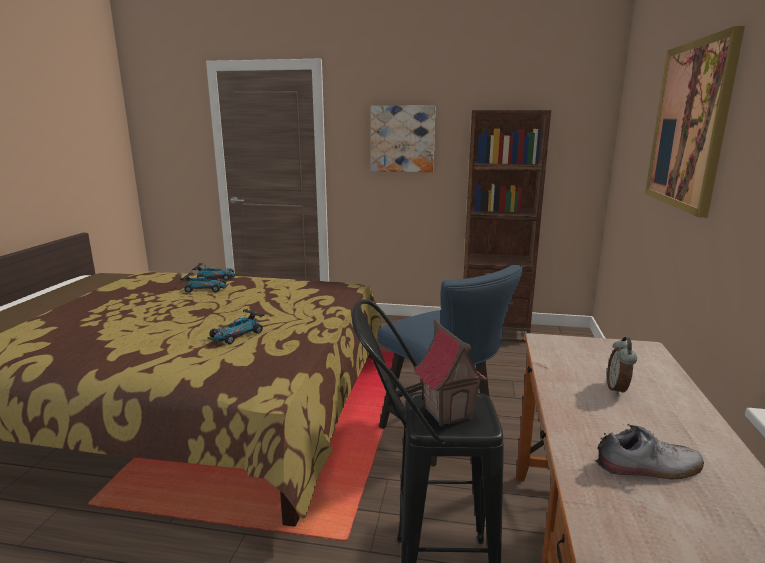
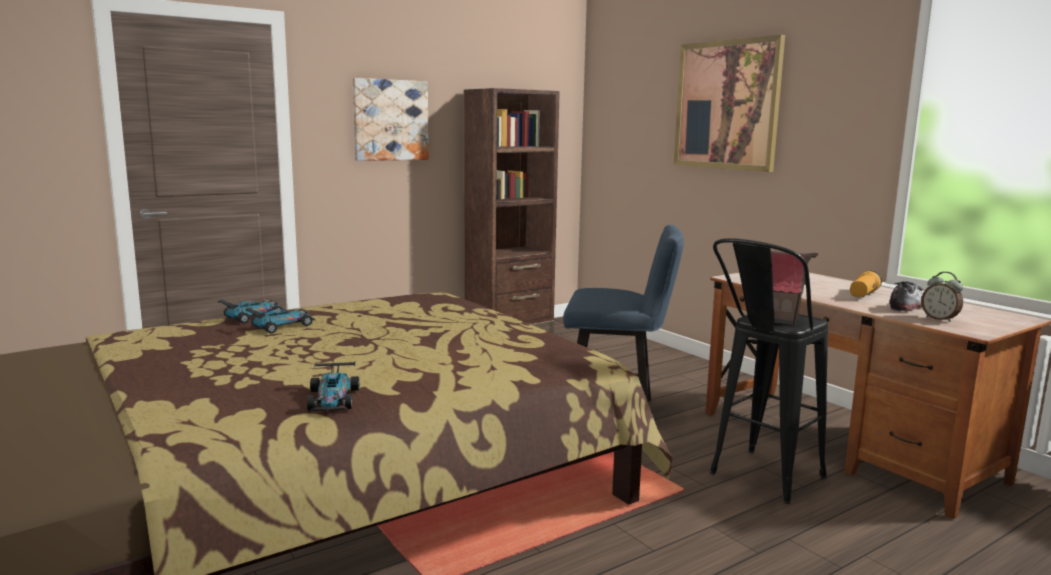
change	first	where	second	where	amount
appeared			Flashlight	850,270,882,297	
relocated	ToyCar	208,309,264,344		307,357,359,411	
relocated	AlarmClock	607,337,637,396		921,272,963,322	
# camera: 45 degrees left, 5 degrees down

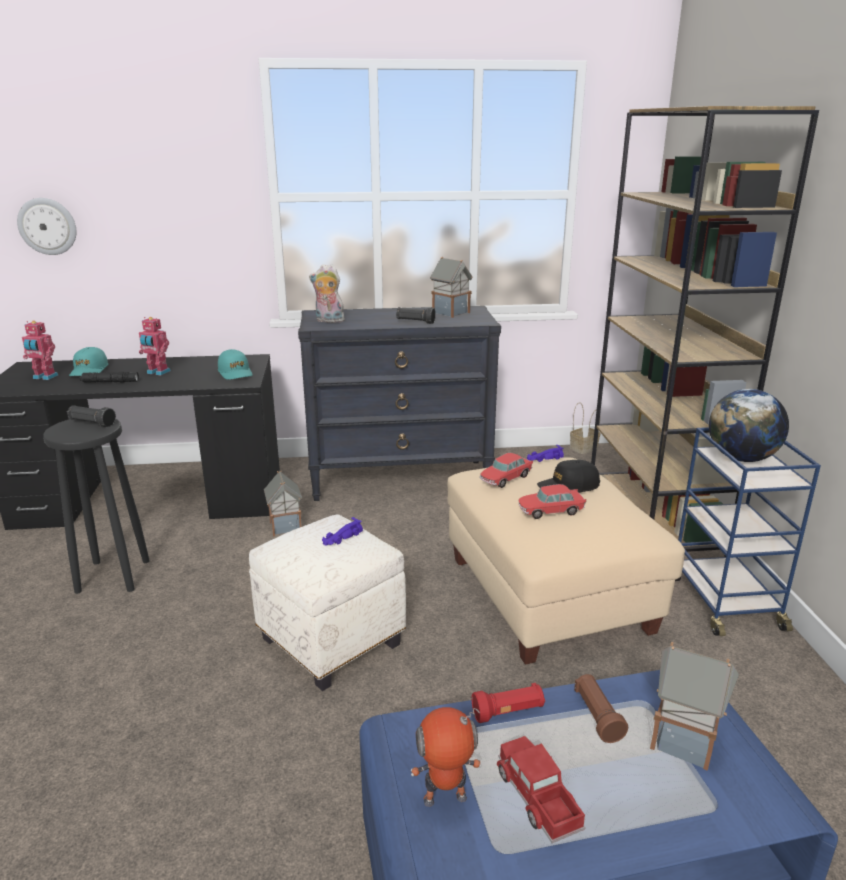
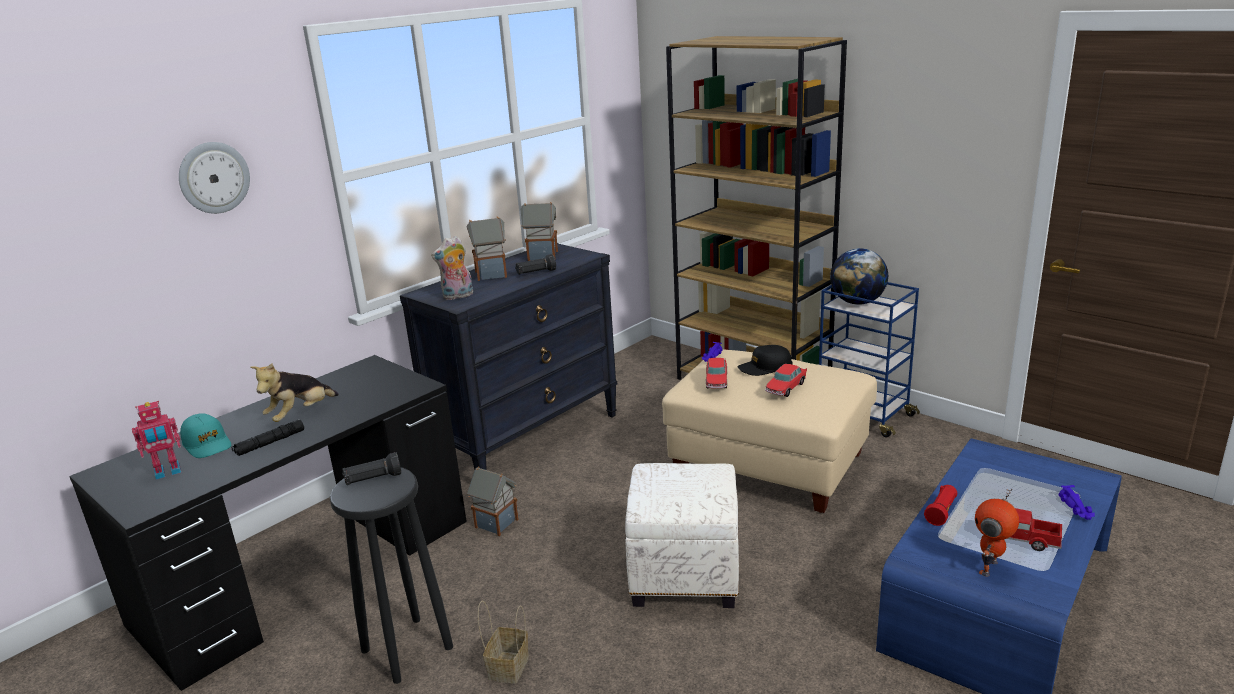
change	first	where	second	where	amount
missing	TurquoiseCap	218,349,253,380			
missing	BrownFlashlight	574,674,628,743			
relocated	WallClock	17,198,76,255		179,142,250,214	
relocated	PurpleToyCar	322,517,363,546		1058,485,1095,520	
relocated	Basket	570,402,600,454		478,600,529,684	
relocated	ToyHouse	650,642,739,771		466,216,507,281	
exchanged	ToyRobot	139,317,171,375	PlushToy	250,363,339,422	
spun	BlackCap	537,460,600,493		737,345,793,376	45 degrees clockwise
# camera: 40 degrees left, 0 degrees up

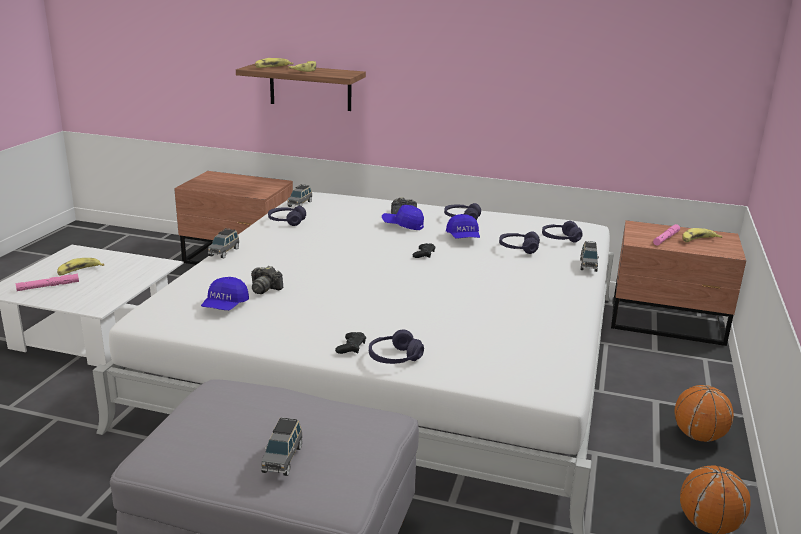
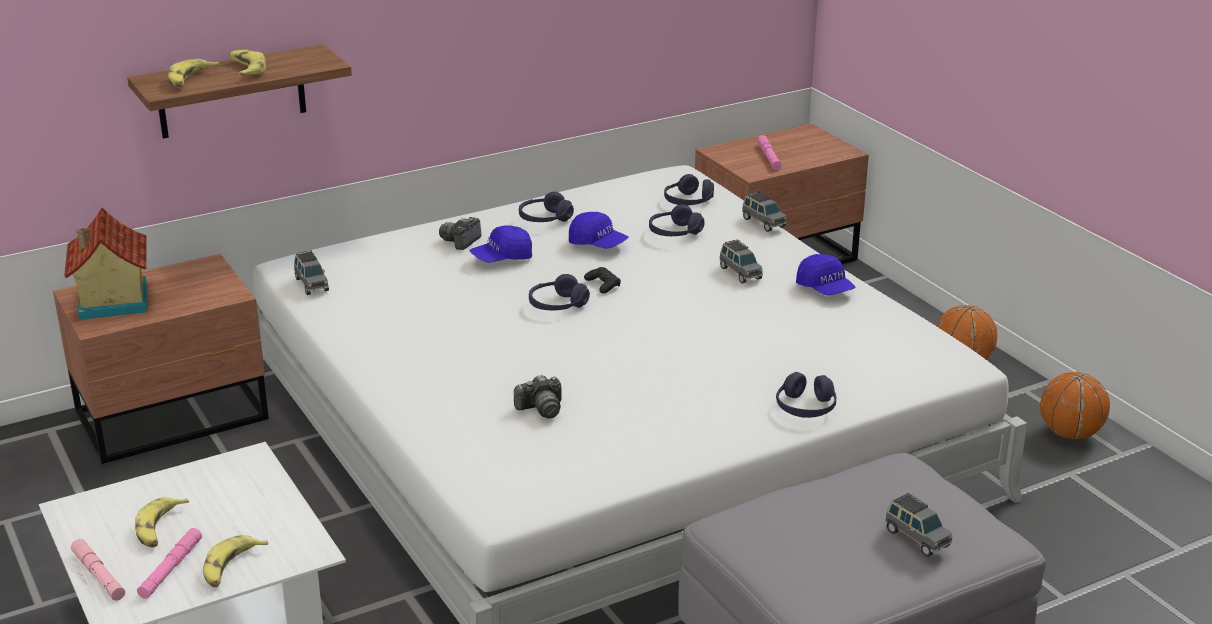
change	first	where	second	where	amount
missing	BlackGameController	335,332,366,354			
appeared			ToyHouse	64,208,147,320	
appeared			PinkFlashlight	71,539,125,601	
relocated	BlueCap	201,277,249,310		796,254,856,295	
relocated	GreyToyCar	208,228,239,258		720,239,763,283	
relocated	PurpleHeadphones	268,206,306,226		529,274,590,310	
relocated	Banana	682,228,722,242		203,535,268,587	
# camera: 45 degrees left, 5 degrees up

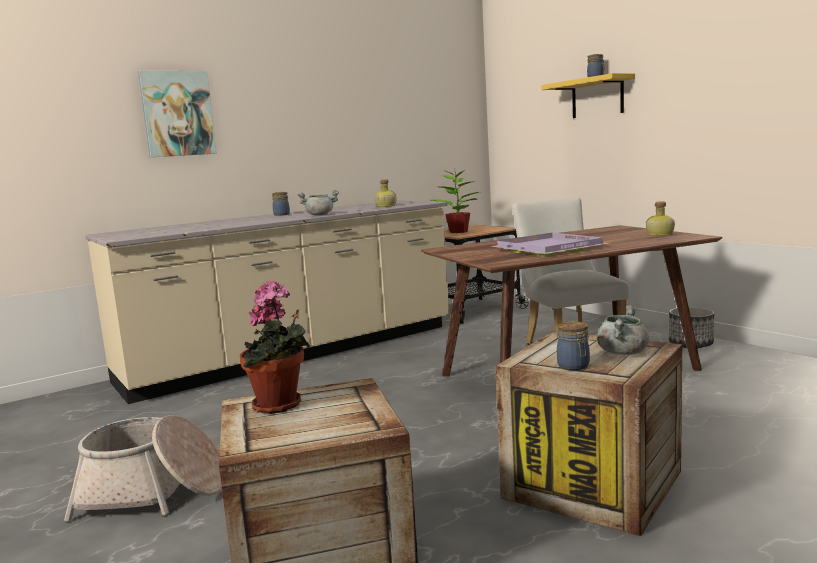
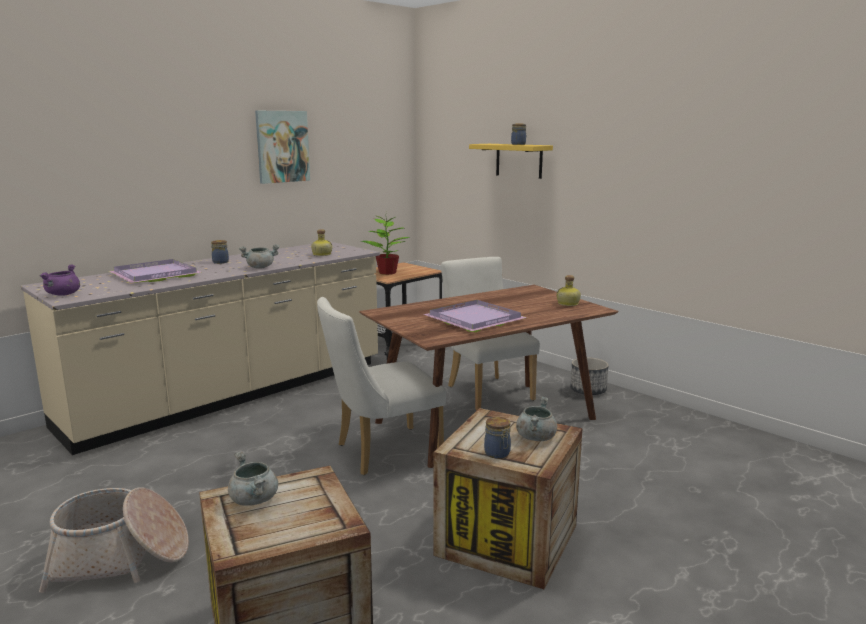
change	first	where	second	where	amount
appeared			PurpleCookingPot	39,264,80,296	
appeared			PurpleTray	109,259,202,283	
appeared			WhiteChair	317,297,446,475	
relocated	Picture	138,70,217,157		255,111,310,184	
exchanged	PottedPlant	240,280,310,414	GreyCookingPot	228,452,278,506	
# camera: 10 degrees left, 5 degrees up

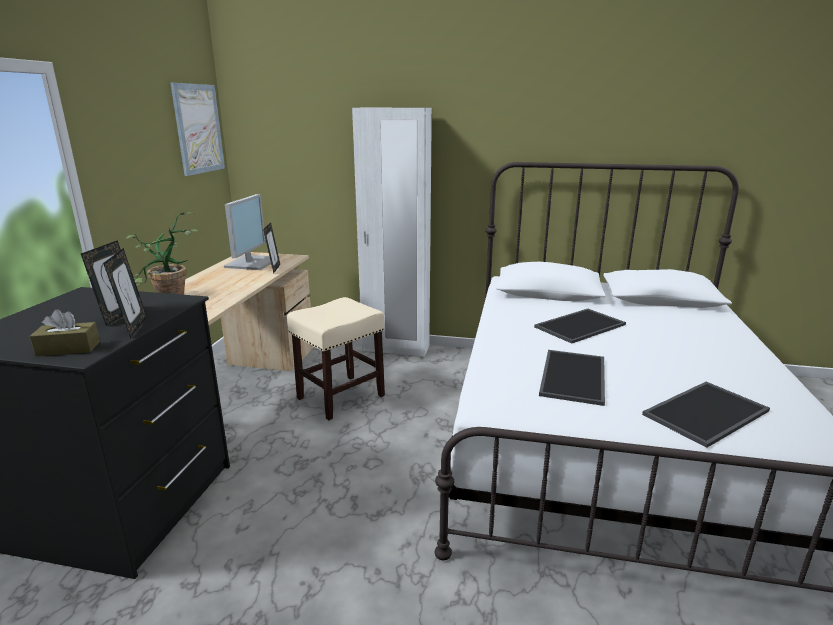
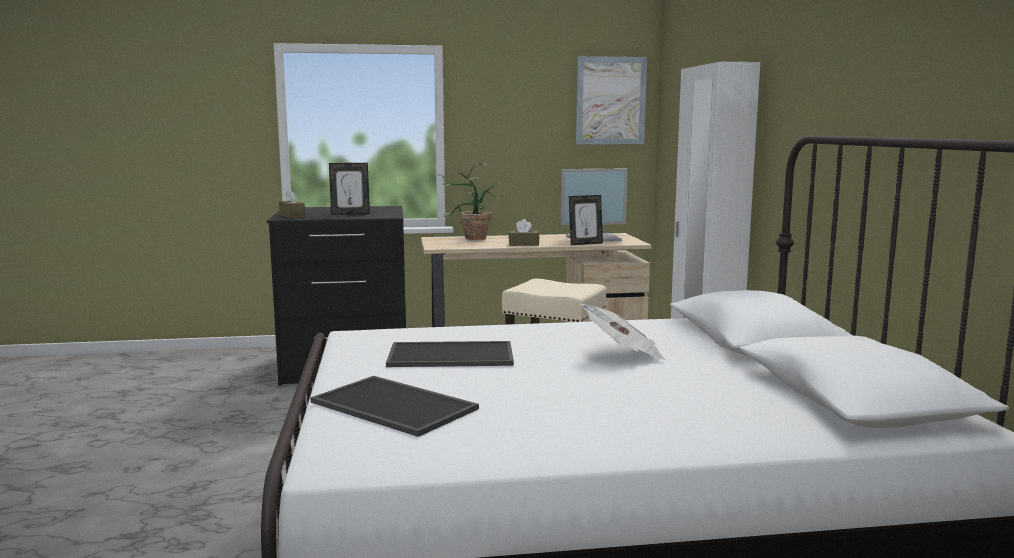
change	first	where	second	where	amount
missing	PictureFrame	103,248,147,338			
appeared			BrownTissueBox	509,219,539,246	
exchanged	Tray	534,309,626,343	Newspaper	580,304,665,360	
# camera: 70 degrees right, 10 degrees down

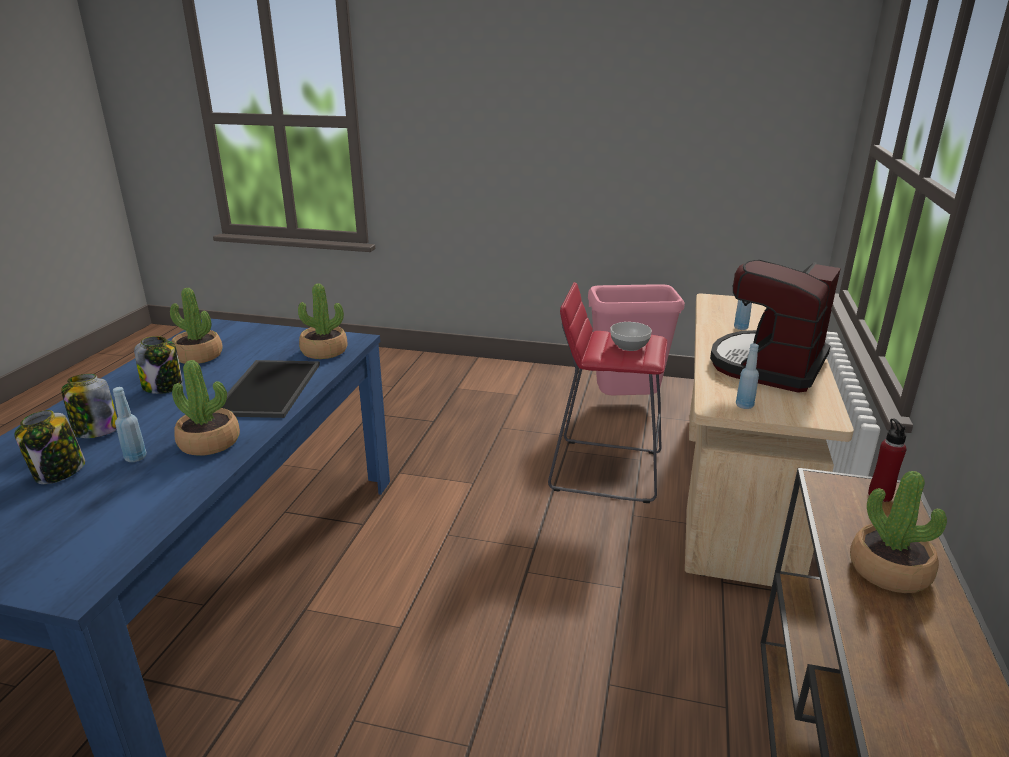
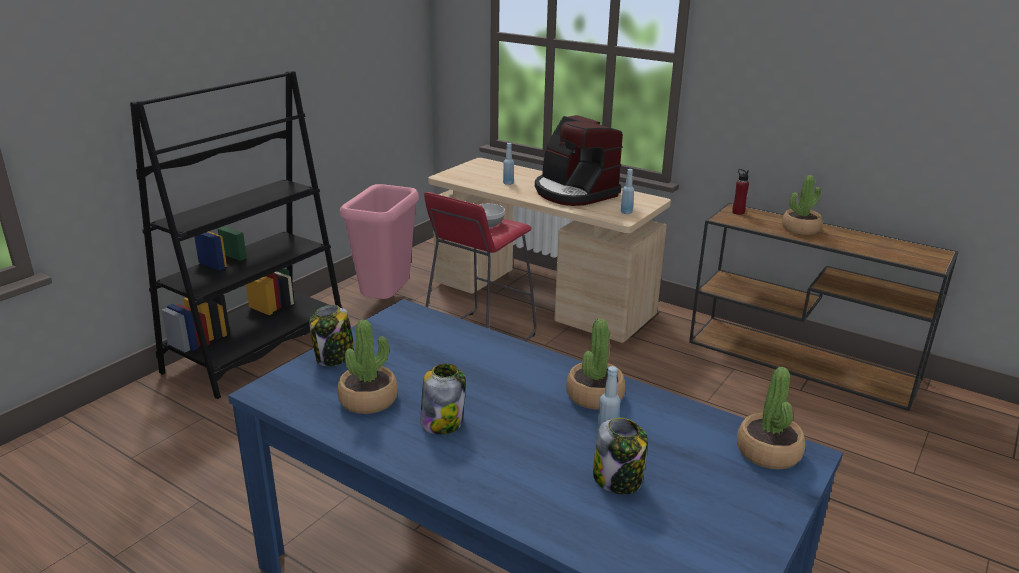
change	first	where	second	where	amount
missing	Tray	222,360,320,418			
appeared			BlackBookcase	130,71,342,399	
relocated	Jar	61,374,117,438		309,305,355,366	
relocated	PottedPlant	298,283,348,359		737,367,805,469	
# camera: 70 degrees left, 0 degrees up

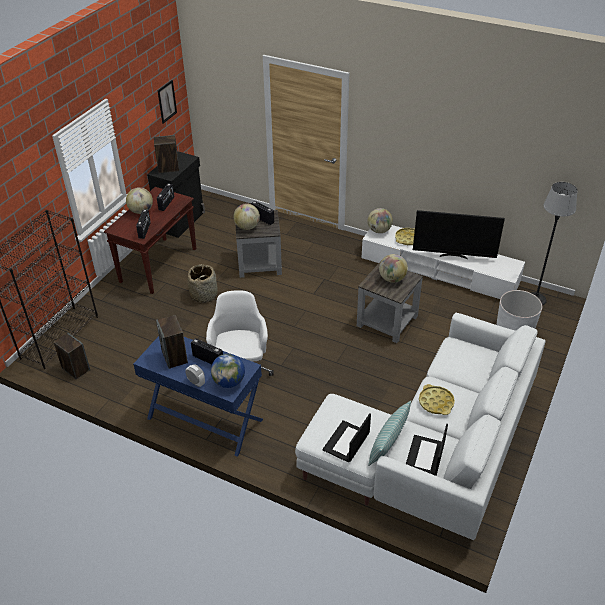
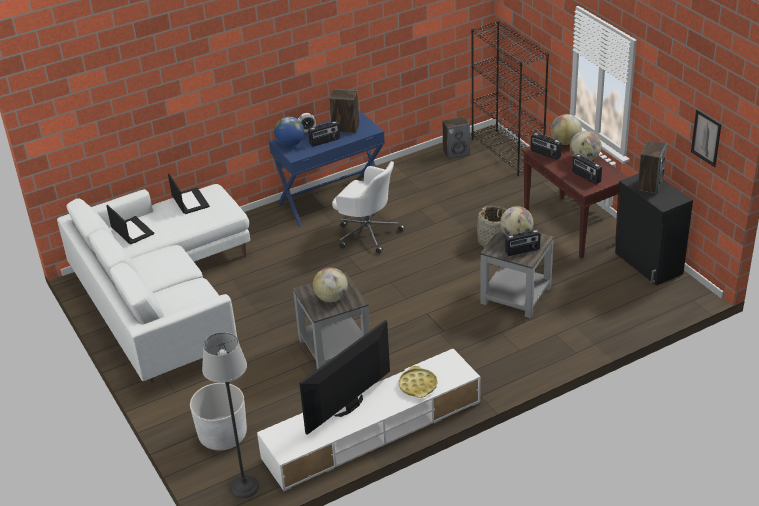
change	first	where	second	where	amount
missing	Pillow	368,401,411,466			
missing	YellowTray	419,384,455,415			
relocated	Globe	368,208,393,233		551,114,582,145	
# camera: 125 degrees right, 5 degrees down

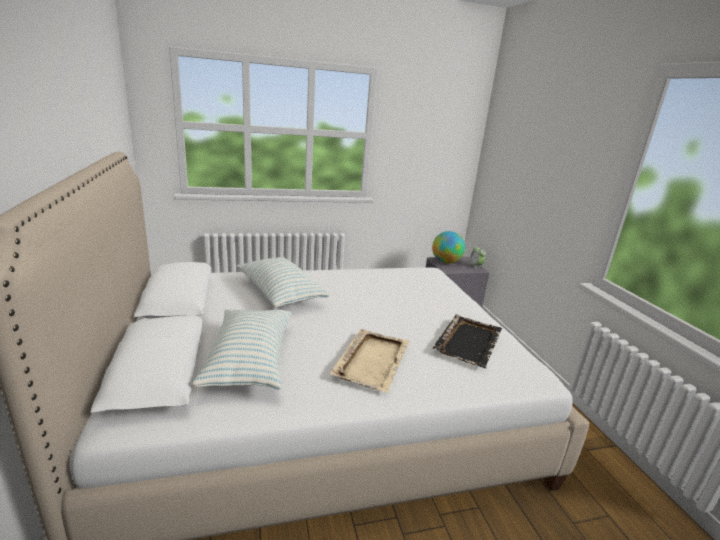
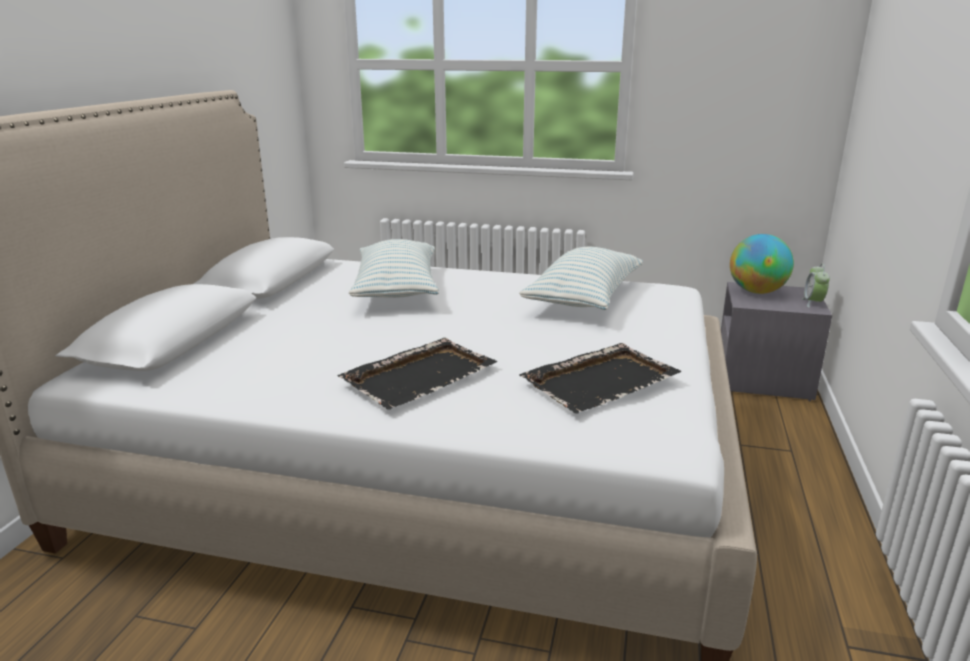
change	first	where	second	where	amount
relocated	Pillow	192,309,292,390		519,246,643,310	
colour	BeigeTray	330,329,409,393	BlackTray	338,338,497,410	
# camera: 30 degrees right, 0 degrees up

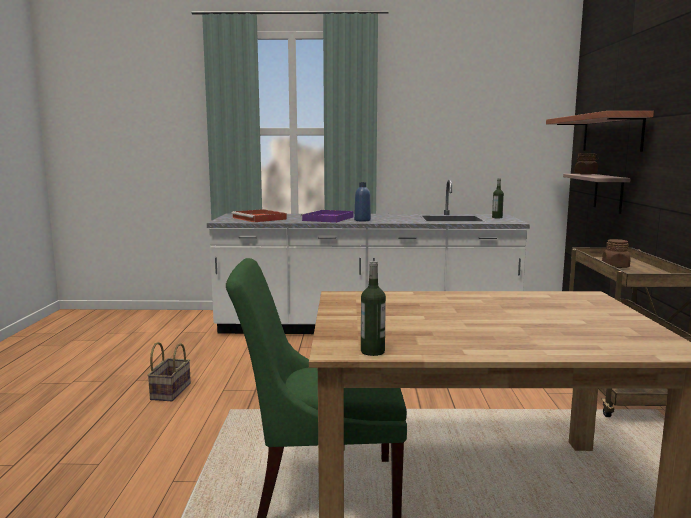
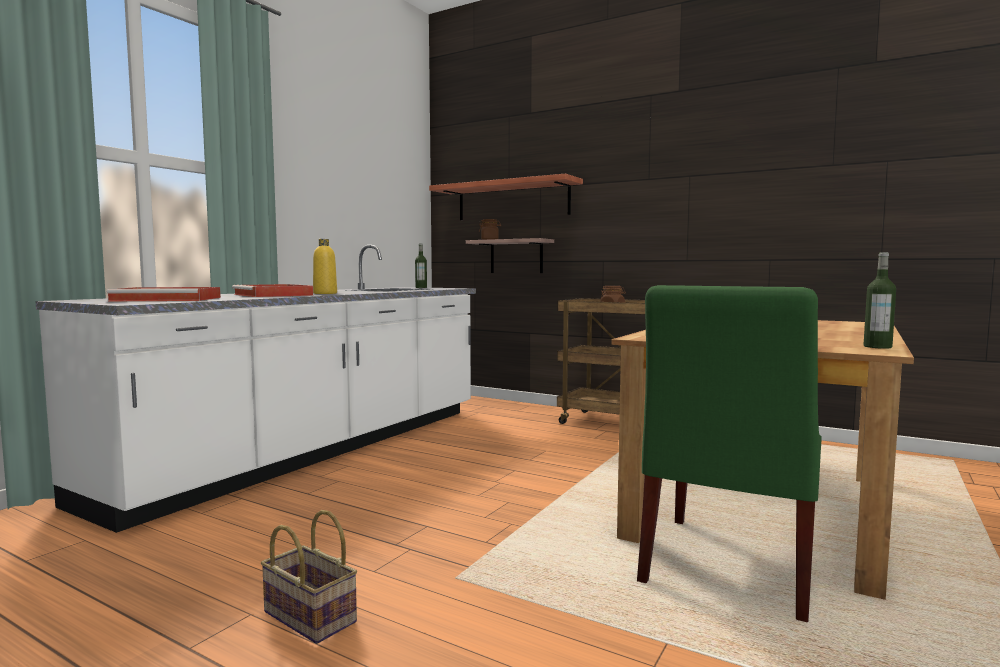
change	first	where	second	where	amount
colour	PurpleTray	301,210,354,223	RedTray	232,284,313,297	
colour	BlueBottle	354,182,371,222	YellowBottle	313,239,337,294	
# camera: 60 degrees left, 5 degrees down

